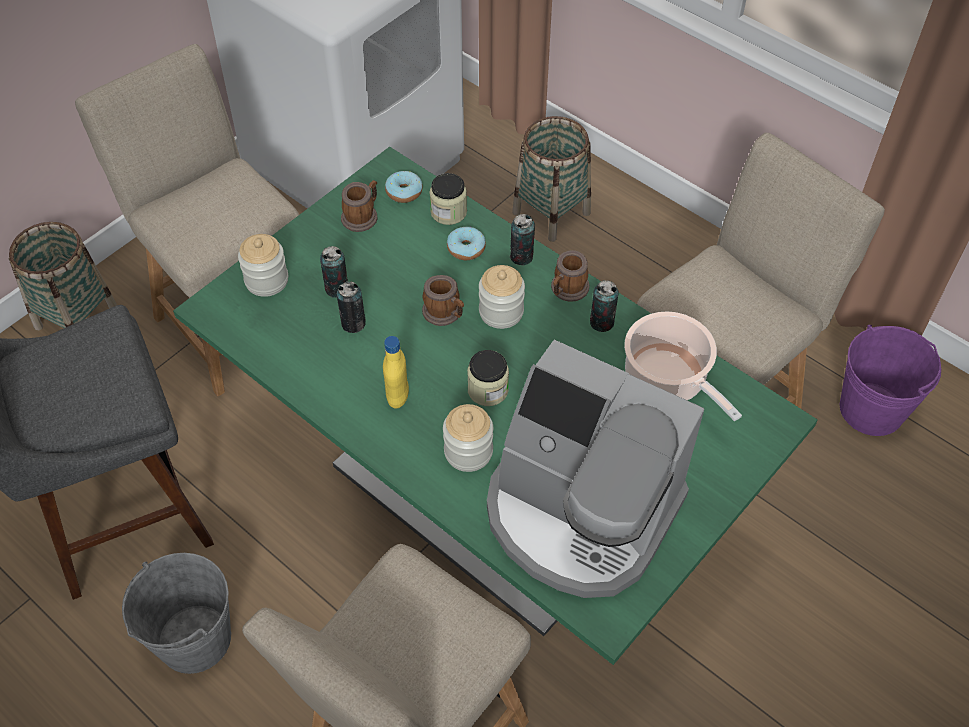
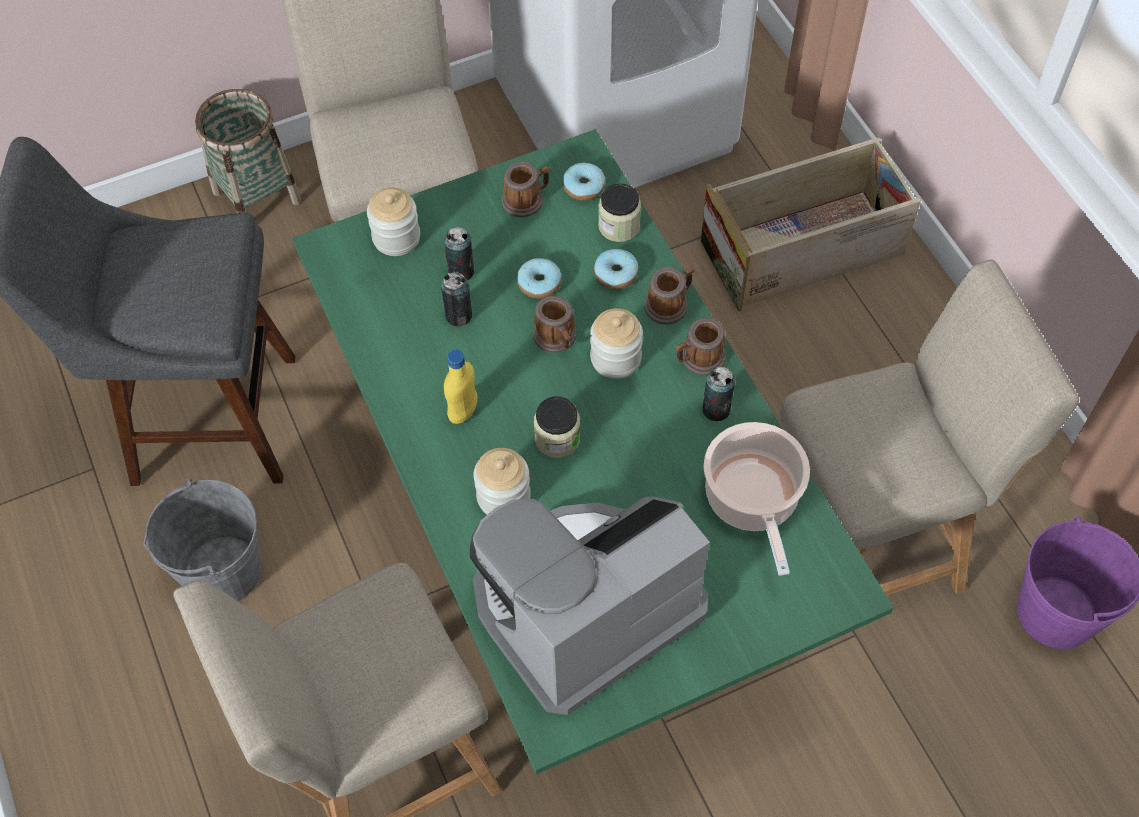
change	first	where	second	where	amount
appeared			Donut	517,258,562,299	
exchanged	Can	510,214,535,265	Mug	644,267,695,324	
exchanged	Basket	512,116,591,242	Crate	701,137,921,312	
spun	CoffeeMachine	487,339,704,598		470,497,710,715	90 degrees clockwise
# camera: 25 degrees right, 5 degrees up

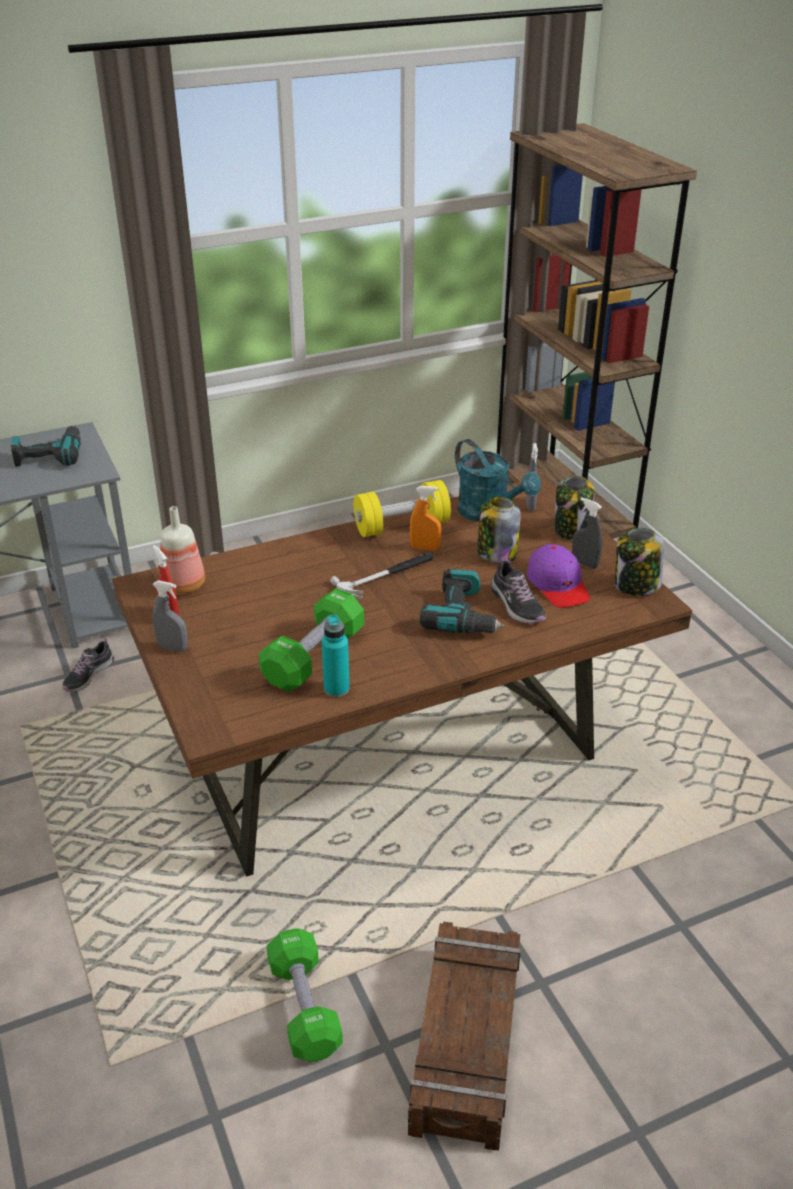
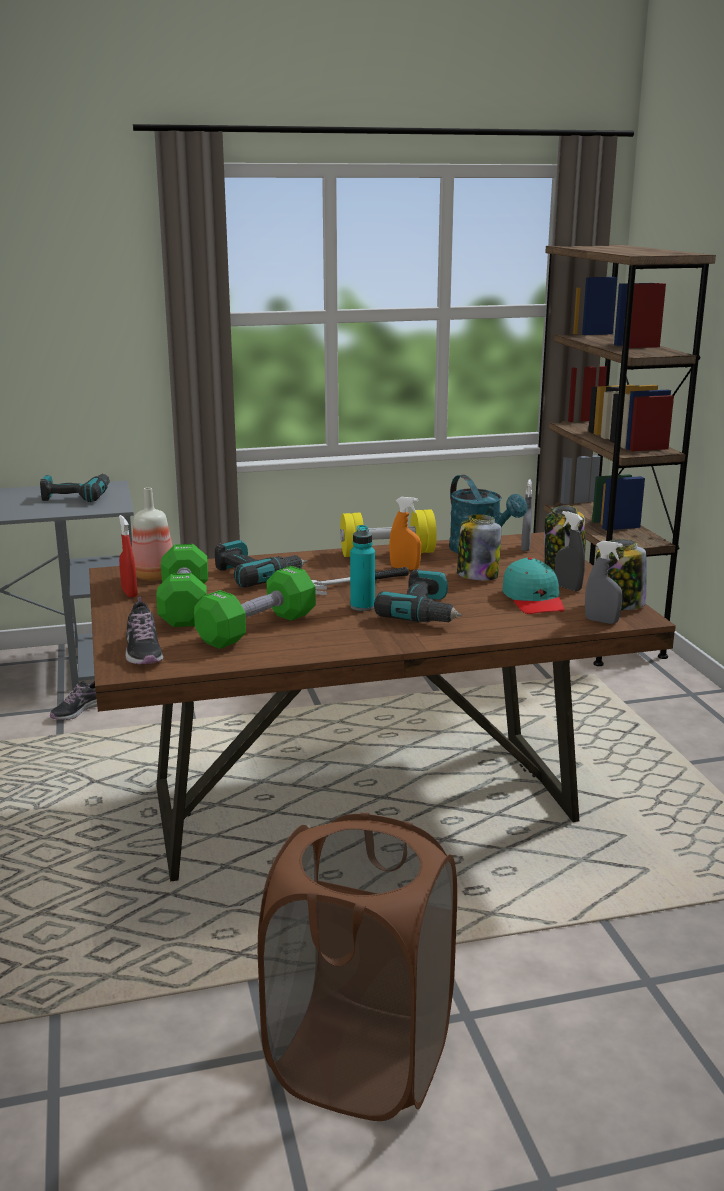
change	first	where	second	where	amount
appeared			PowerDrill	215,540,307,588	
relocated	GreySprayBottle	153,580,187,652		585,541,623,624	
relocated	GreenDumbbell	267,928,343,1062		156,544,208,627	
relocated	TurquoiseBottle	322,614,350,697		350,525,375,611	
relocated	Shoe	491,556,546,624		126,597,163,664	
exchanged	Crate	408,922,521,1151	BrownLaundryBasket	258,813,457,1121	
colour	PurpleCap	527,544,590,608	TurquoiseCap	502,558,565,614	
# camera: 10 degrees right, 15 degrees down

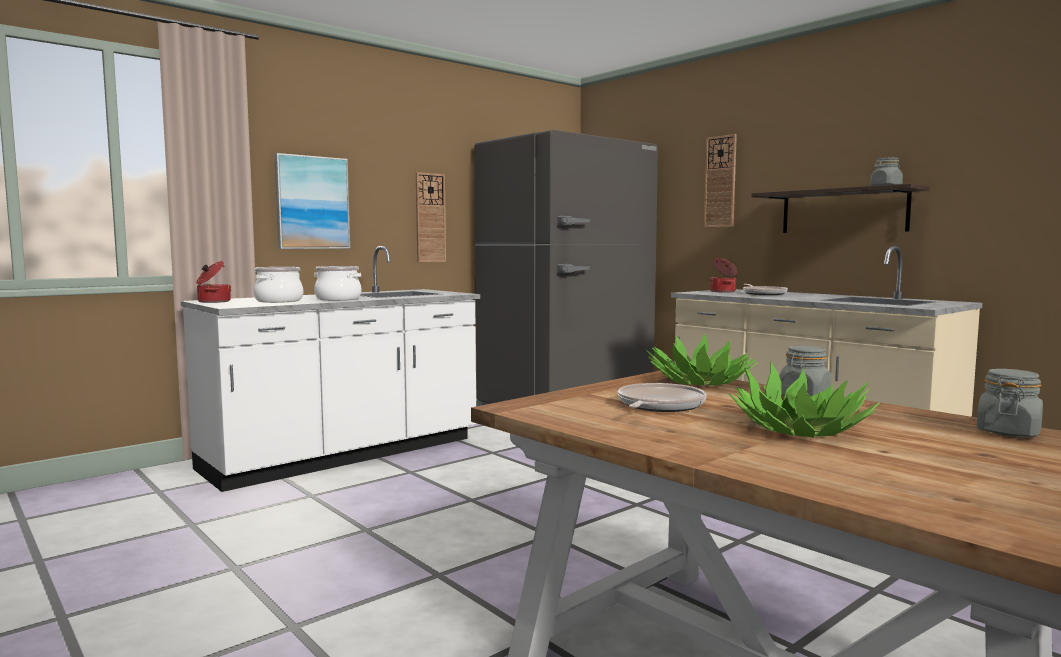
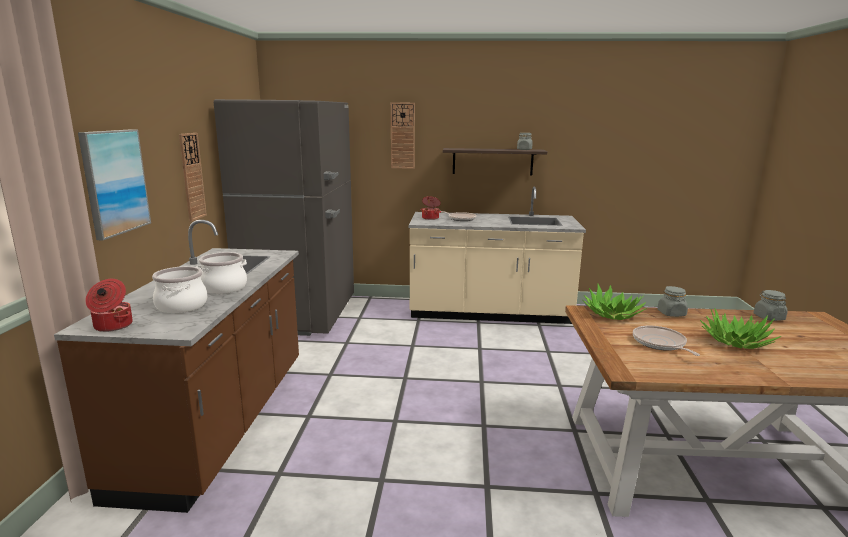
change	first	where	second	where	amount
colour	WhiteCounter	181,246,480,492	BrownCounter	54,220,299,513	
# camera: 45 degrees left, 10 degrees up

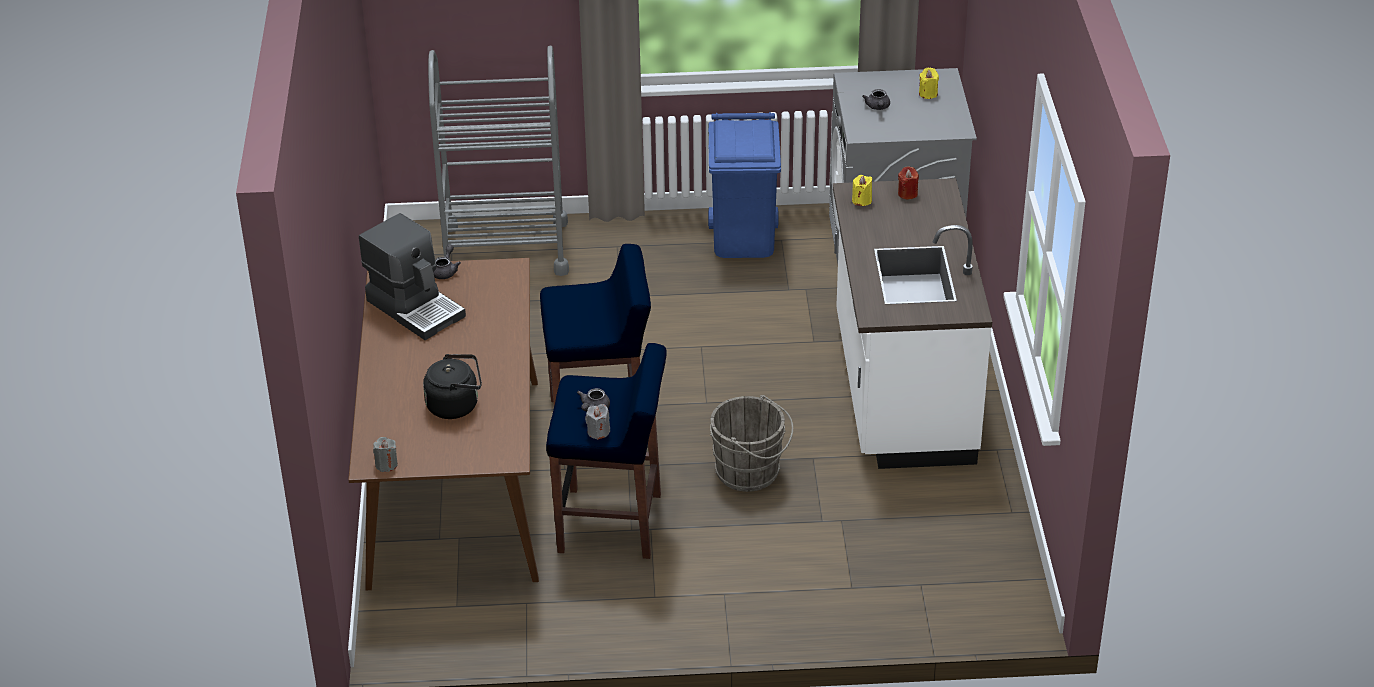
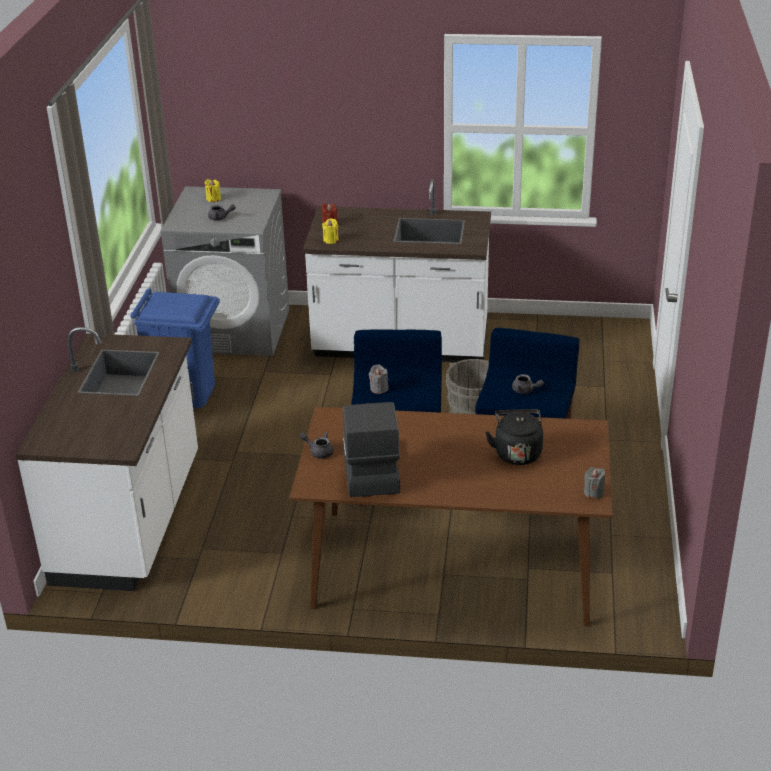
change	first	where	second	where	amount
relocated	GreyCandle	585,404,610,440		369,365,389,394	
exchanged	GreyCart	428,46,569,276	WhiteCounter	16,327,198,591	
spun	CoffeeMachine	359,213,466,340		343,402,400,497	60 degrees counterclockwise
# camera: 80 degrees left, 5 degrees down

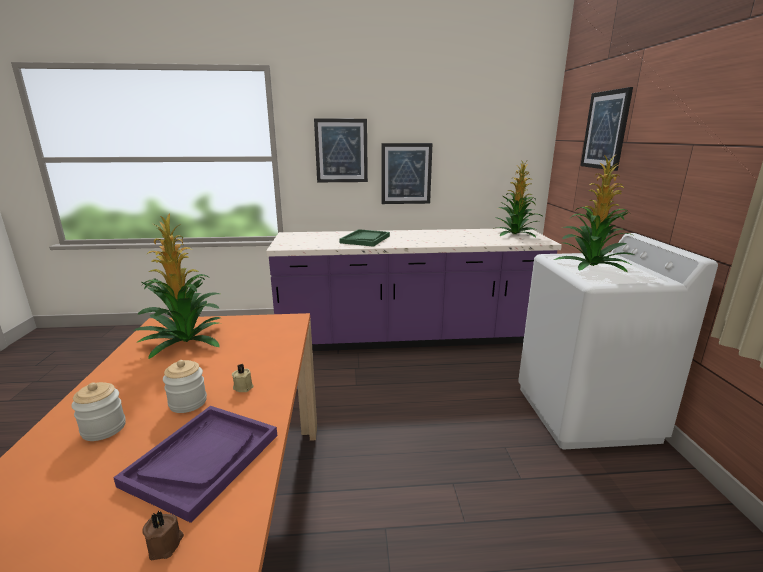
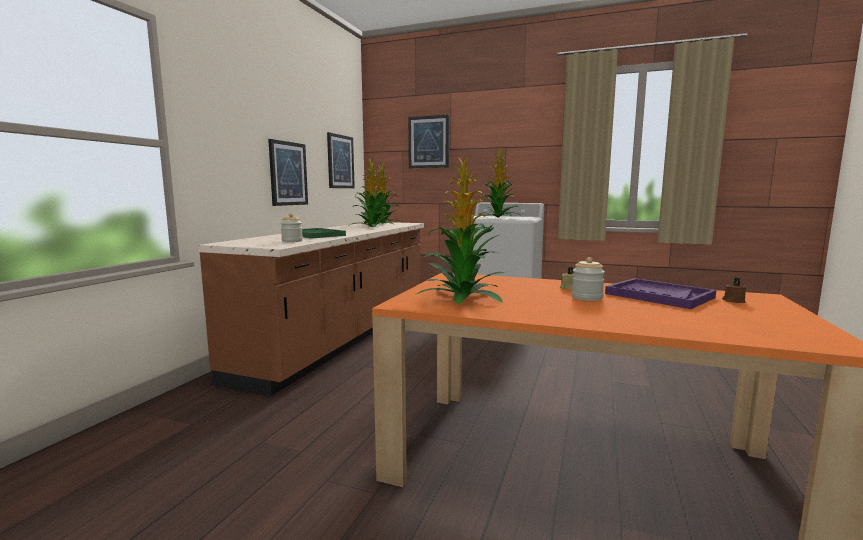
change	first	where	second	where	amount
appeared			PottedPlant	348,158,395,227	
relocated	Jar	71,382,126,441		281,213,303,242	
relocated	Picture	314,119,368,182		327,132,355,188	
colour	PurpleCounter	266,228,562,351	BrownCounter	198,222,424,396	
# camera: 65 degrees left, 10 degrees down

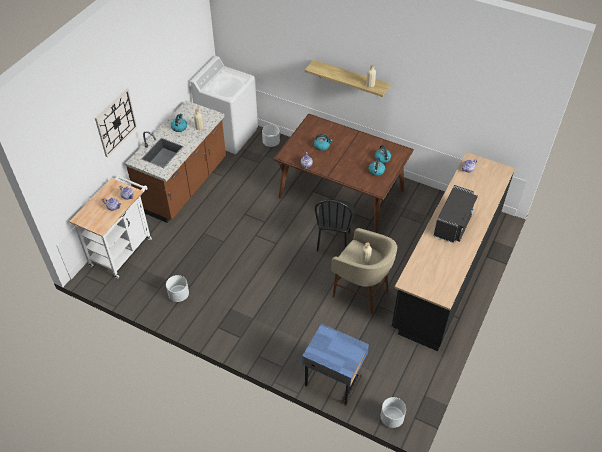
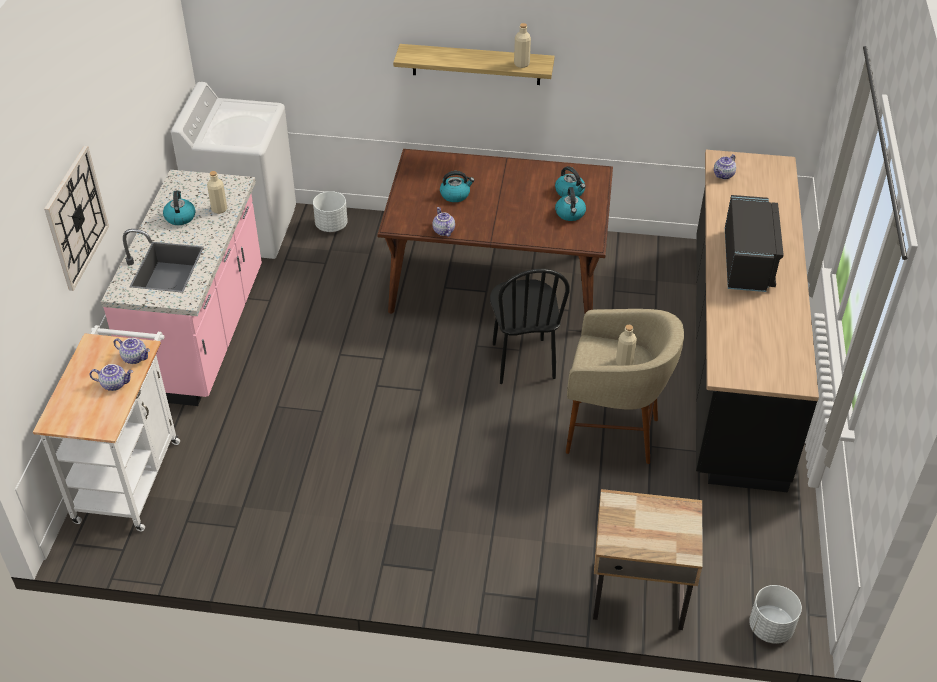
change	first	where	second	where	amount
missing	WhitePlanter	166,275,189,302			
colour	BrownCounter	125,100,226,223	PinkCounter	101,170,262,406	
colour	BlueNightstand	302,324,369,405	BeigeNightstand	593,489,702,630	
# camera: 20 degrees left, 5 degrees down

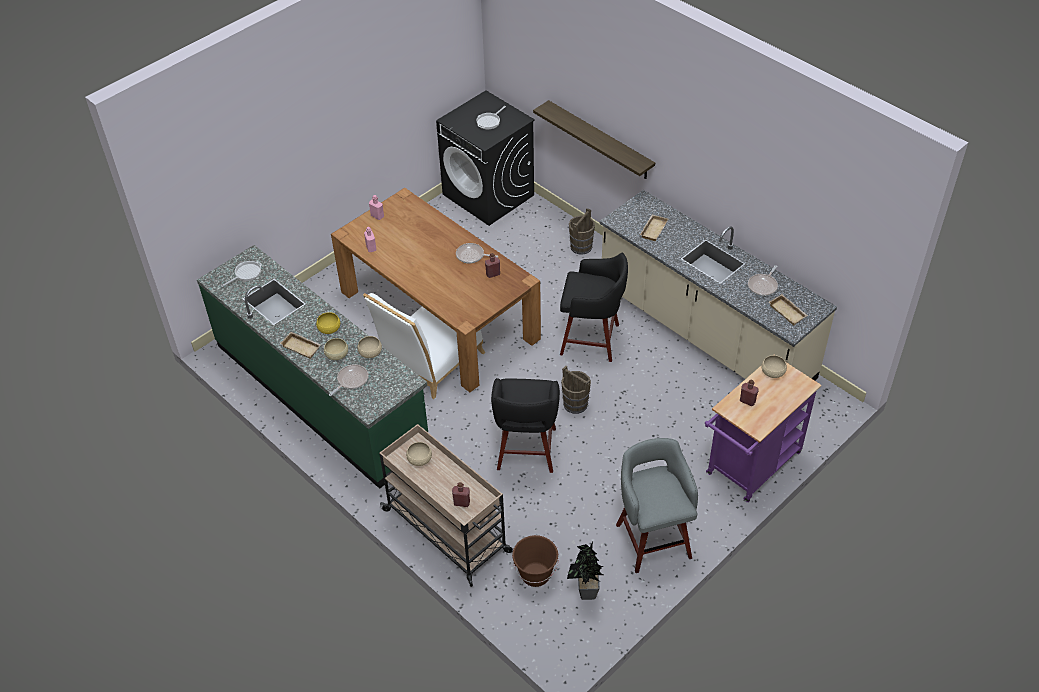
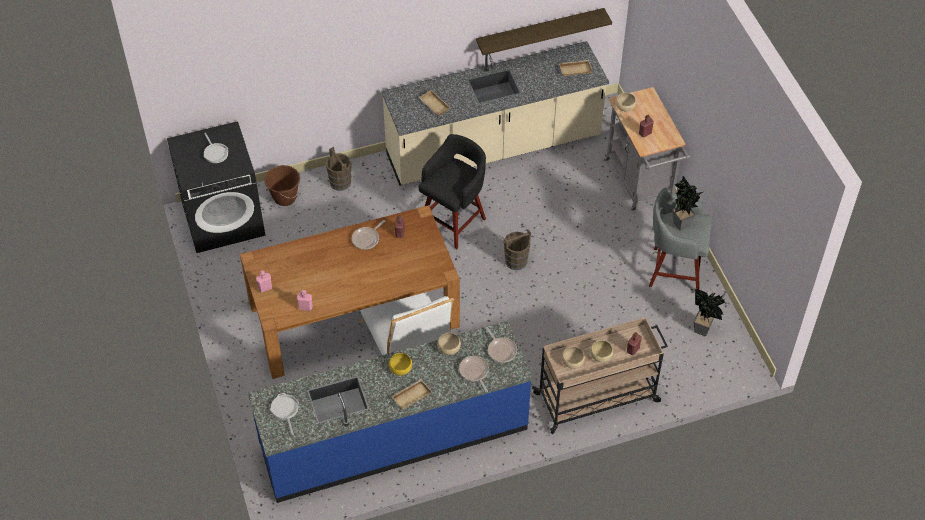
change	first	where	second	where	amount
missing	BlackStool	491,378,560,473			
appeared			PottedPlant	672,177,703,230	
relocated	BeigeBowl	324,338,348,360		590,340,613,362	
relocated	BrownBucket	512,535,559,587		264,165,300,206	
relocated	Shelf	533,100,655,179		476,8,612,55	
relocated	FryingPan	748,265,778,296		486,327,517,363	
colour	GreenCounter	197,245,428,489	BlueCounter	248,320,532,503	
colour	PurpleCart	705,362,821,502	GreyCart	605,87,690,211	
# camera: 65 degrees left, 5 degrees up

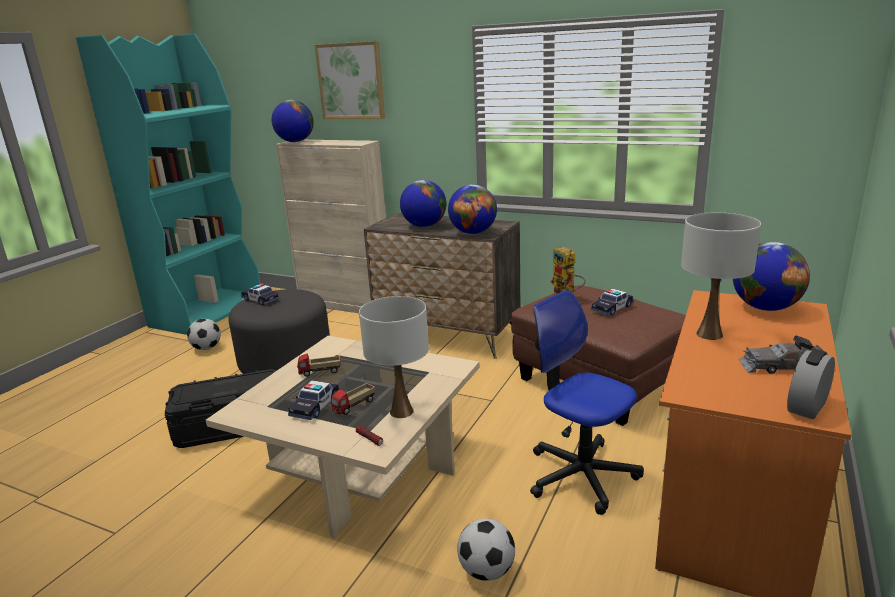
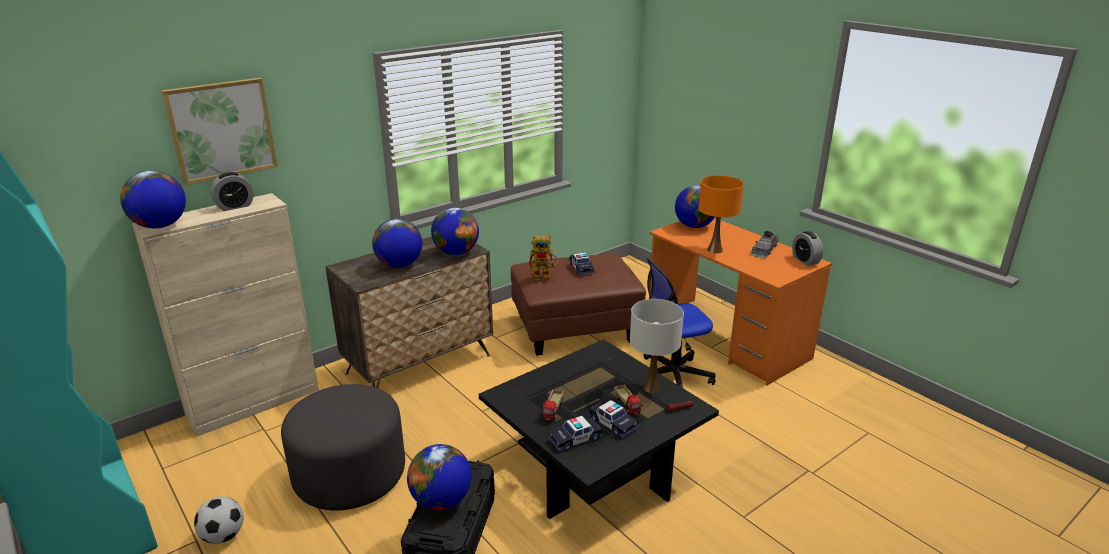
change	first	where	second	where	amount
missing	Football	457,518,515,581			
appeared			AlarmClock	210,172,254,211	
appeared			Globe	407,444,472,510	
relocated	ToyCar	241,284,280,305		548,416,603,451	
colour	BeigeCoffeeTable	206,336,480,538	BlackCoffeeTable	479,339,719,519	
colour	WhiteTableLamp	681,213,761,340	OrangeTableLamp	698,175,744,254	
# camera: 65 degrees left, 5 degrees up

